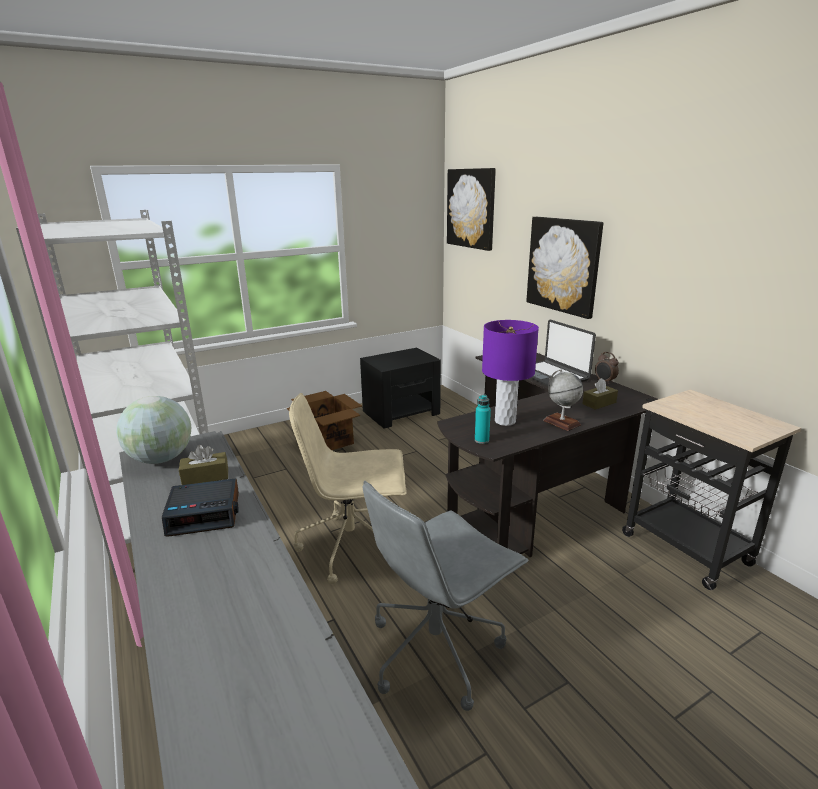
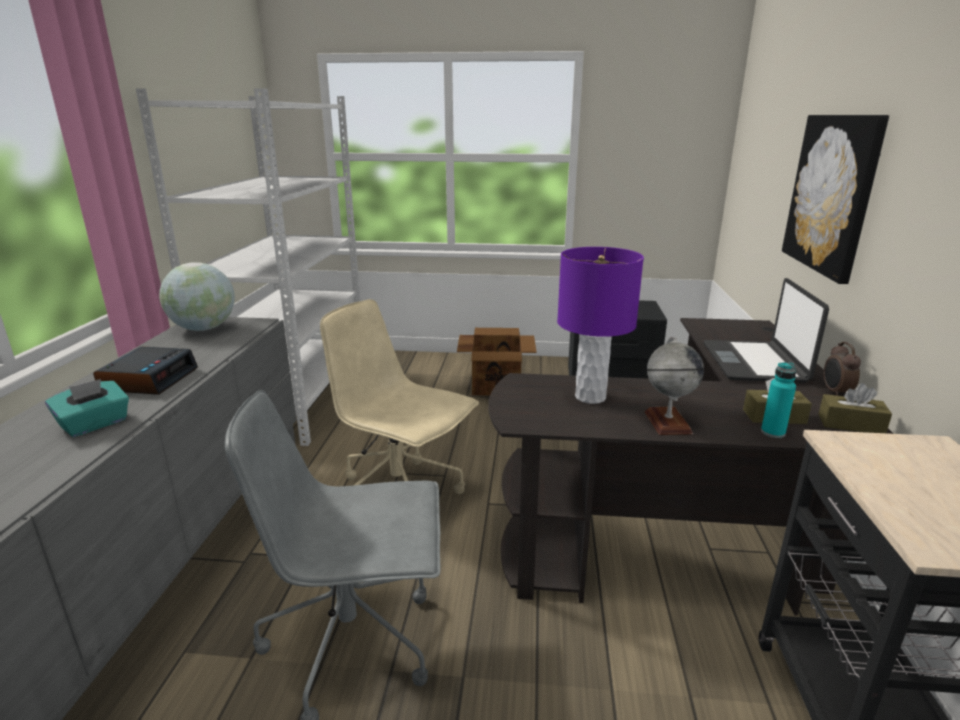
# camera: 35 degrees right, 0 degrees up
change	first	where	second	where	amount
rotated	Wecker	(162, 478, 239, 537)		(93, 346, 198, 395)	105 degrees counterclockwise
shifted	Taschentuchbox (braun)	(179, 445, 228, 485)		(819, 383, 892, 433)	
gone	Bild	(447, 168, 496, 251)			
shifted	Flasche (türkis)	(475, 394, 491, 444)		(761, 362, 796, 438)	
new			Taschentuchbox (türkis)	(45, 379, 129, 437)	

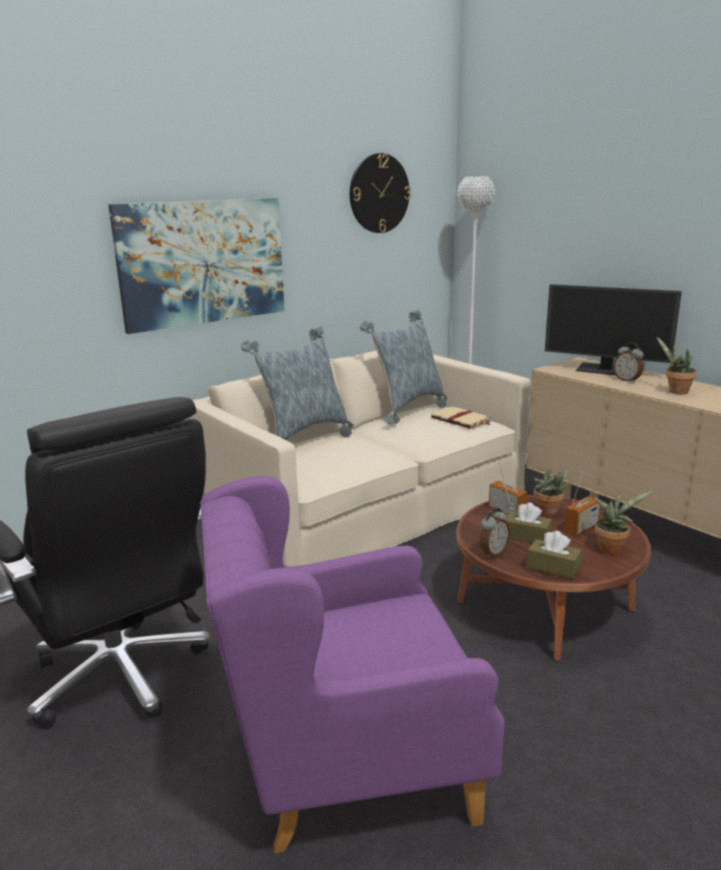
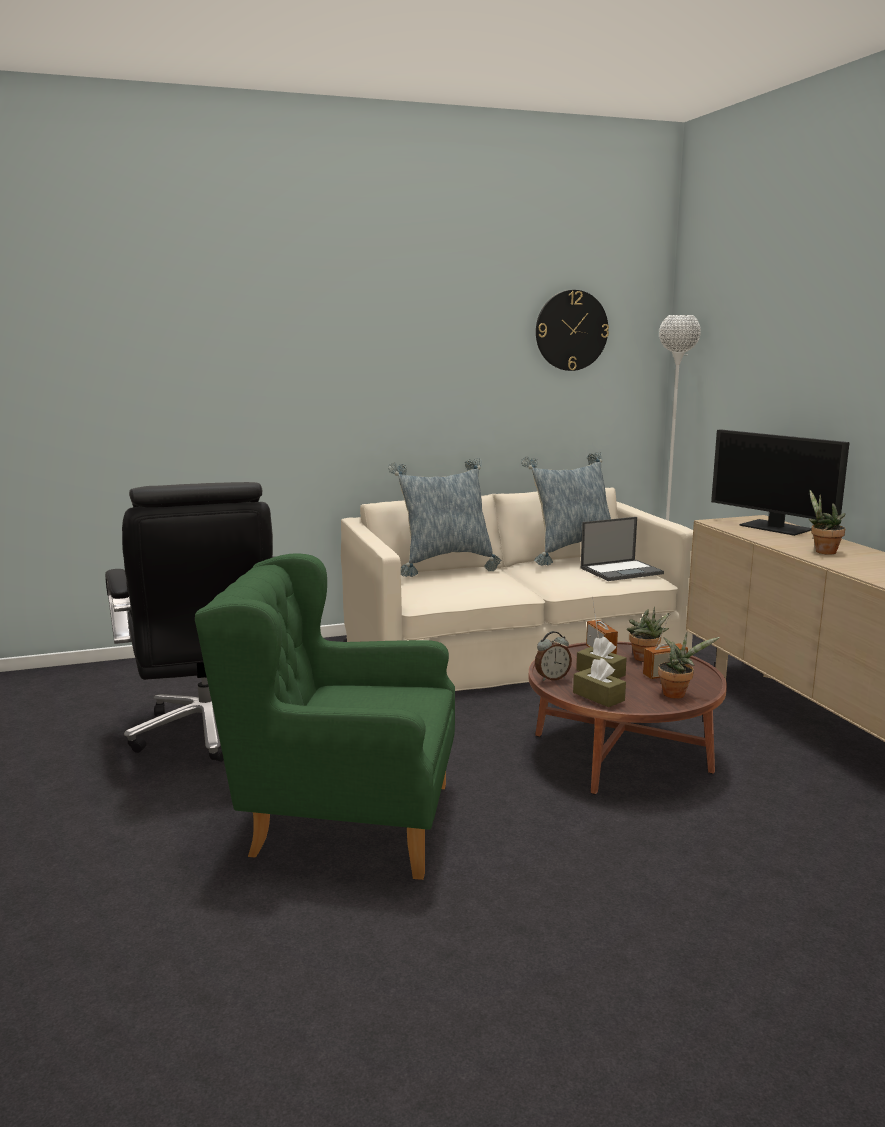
# camera: 20 degrees right, 5 degrees down
change	first	where	second	where	amount
gone	Bild	(108, 198, 285, 334)			
repainted	Sessel (lila)	(200, 476, 505, 854)	Sessel (grün)	(195, 553, 455, 880)	
swapped	Buch (beige)	(431, 406, 491, 429)	Laptop	(581, 517, 664, 581)	
gone	Wecker	(613, 342, 644, 383)			

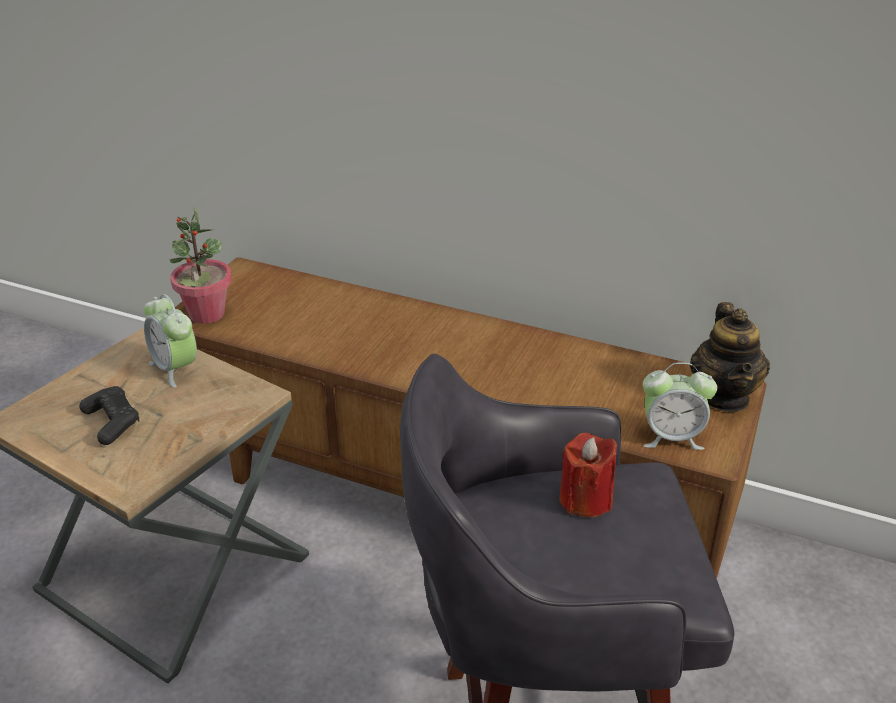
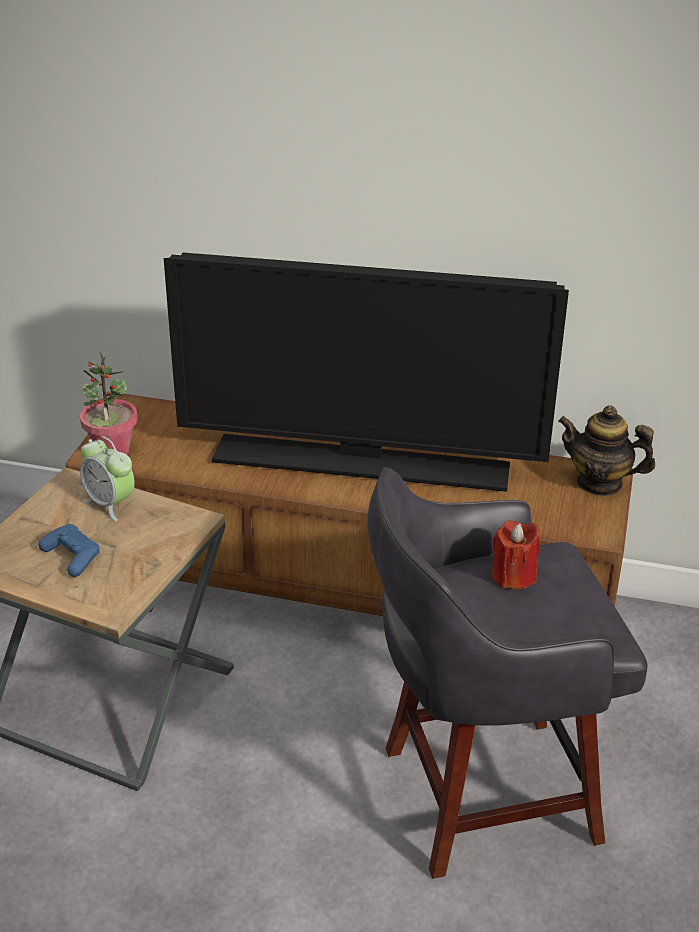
# camera: 10 degrees left, 0 degrees up
change	first	where	second	where	amount
repainted	Gamepad (schwarz)	(79, 386, 139, 445)	Gamepad (blau)	(38, 524, 100, 577)	
gone	Wecker	(643, 362, 717, 450)			
rotated	Teekanne	(690, 302, 770, 412)		(558, 405, 655, 496)	120 degrees clockwise
new			Fernseher	(164, 253, 569, 492)	

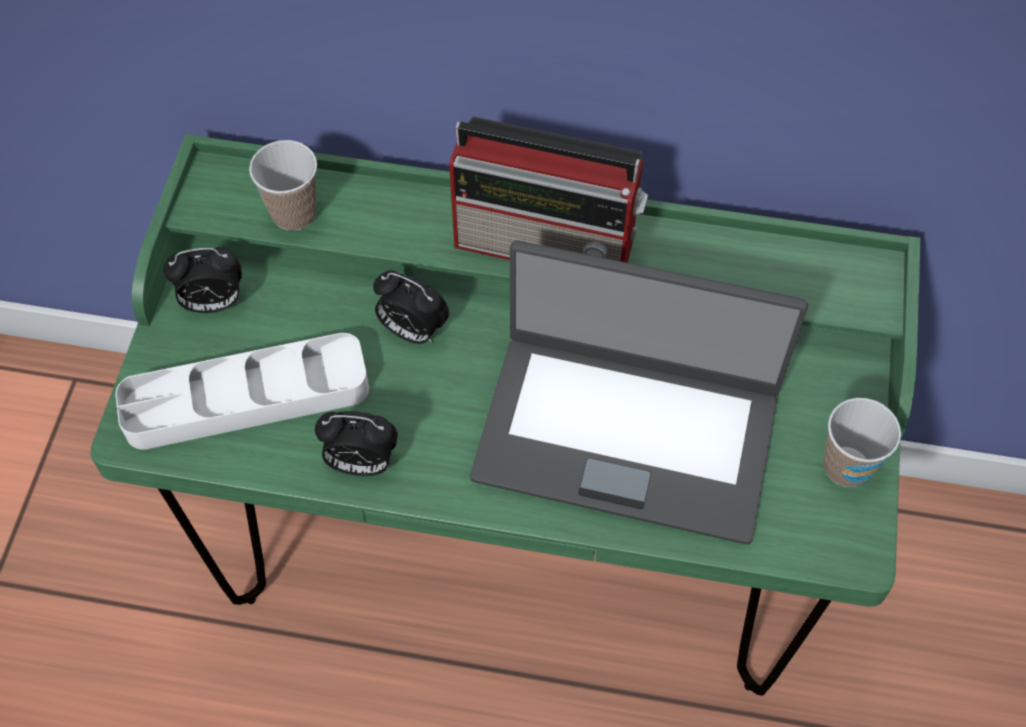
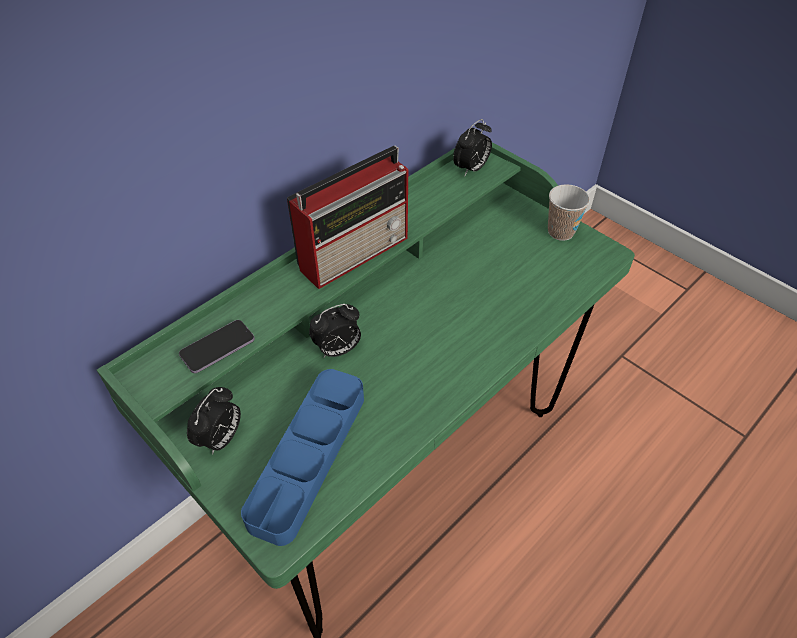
# camera: 55 degrees left, 10 degrees down
change	first	where	second	where	amount
repainted	Tablett (weiß)	(115, 333, 369, 450)	Tablett (blau)	(241, 369, 364, 546)	
swapped	Tasse	(249, 140, 317, 231)	Handy	(179, 320, 255, 373)	
shifted	Wecker	(315, 411, 398, 476)		(453, 119, 492, 175)	
gone	Laptop	(470, 240, 808, 544)			

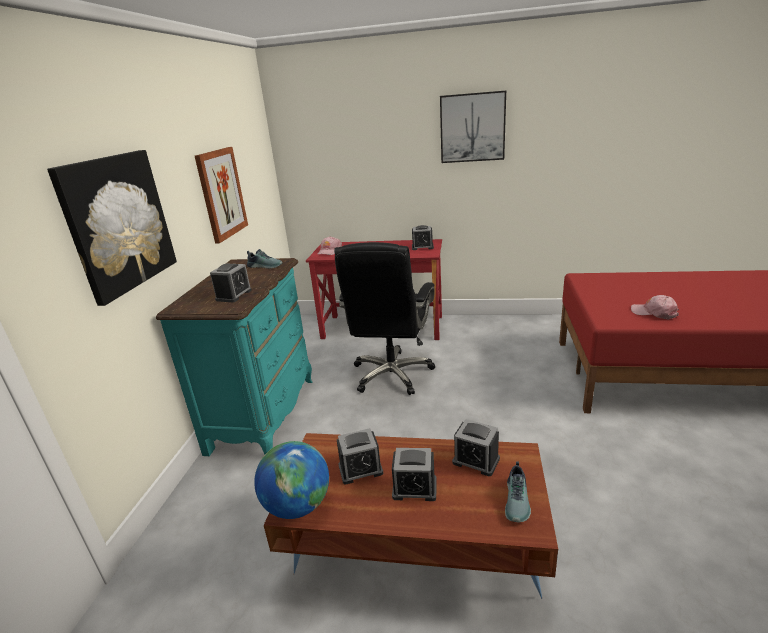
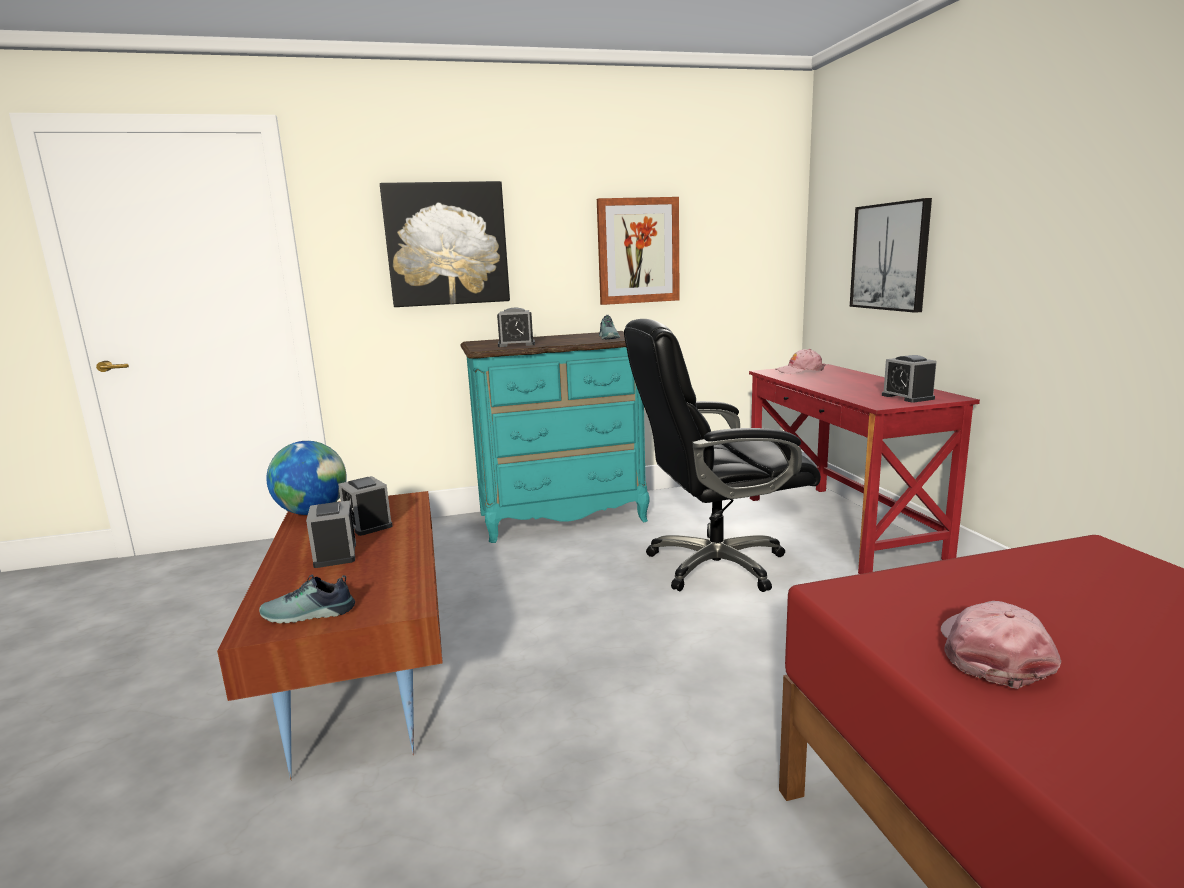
# camera: 65 degrees right, 10 degrees down
change	first	where	second	where	amount
shifted	Bild	(440, 91, 506, 163)		(850, 198, 932, 313)	
gone	Wecker	(452, 419, 500, 476)			

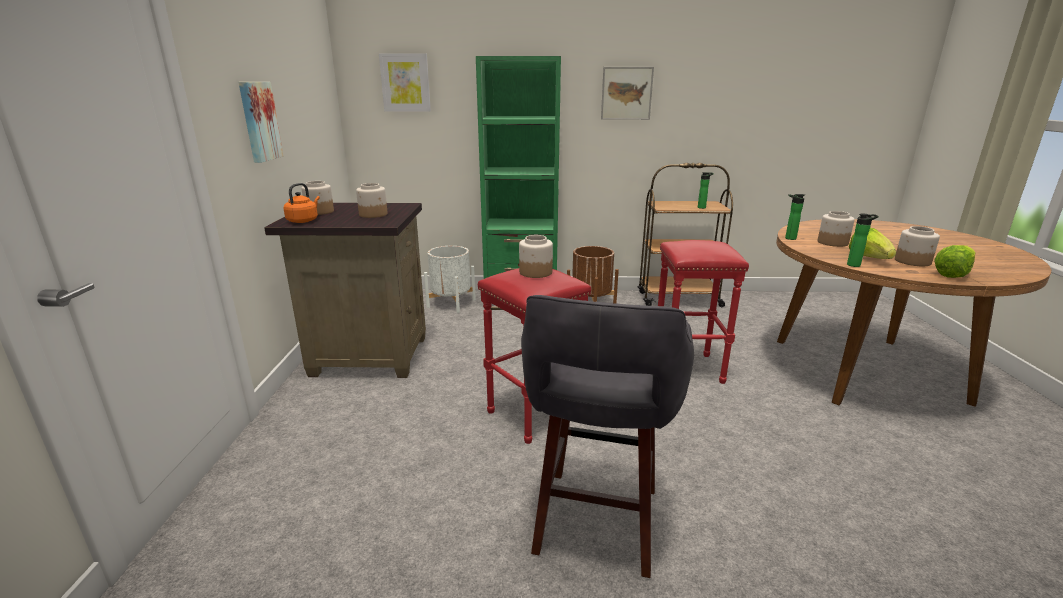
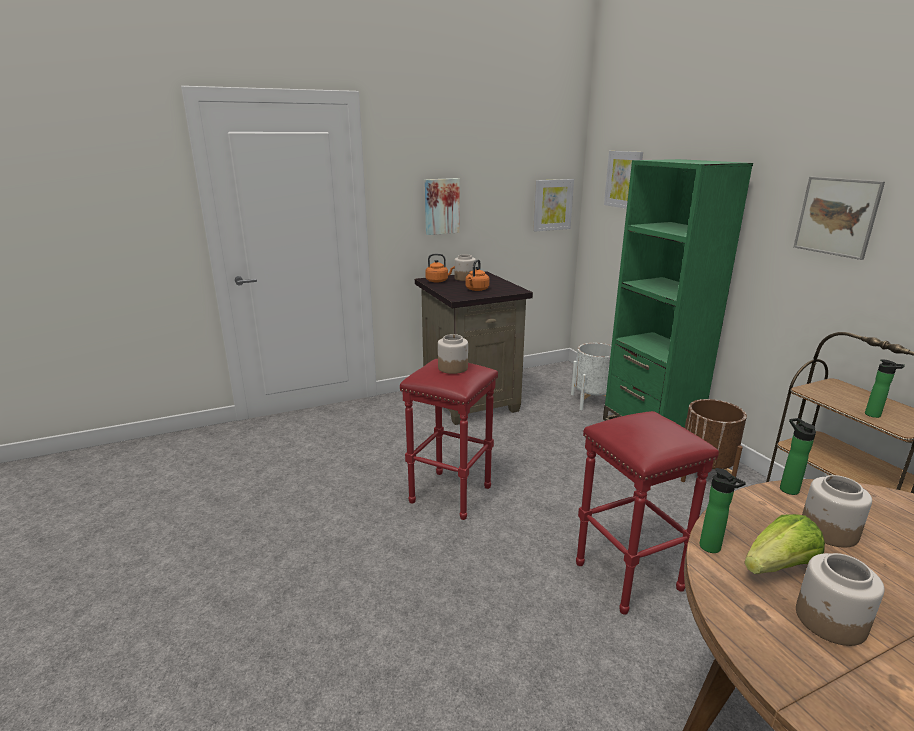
# camera: 65 degrees right, 0 degrees up
change	first	where	second	where	amount
swapped	Vorratsglas	(356, 183, 388, 218)	Wasserkessel (orange)	(466, 260, 489, 291)	
gone	Hocker (grau)	(521, 295, 694, 578)			
gone	Salatkopf	(934, 245, 976, 278)			
new			Bild	(533, 179, 574, 231)	

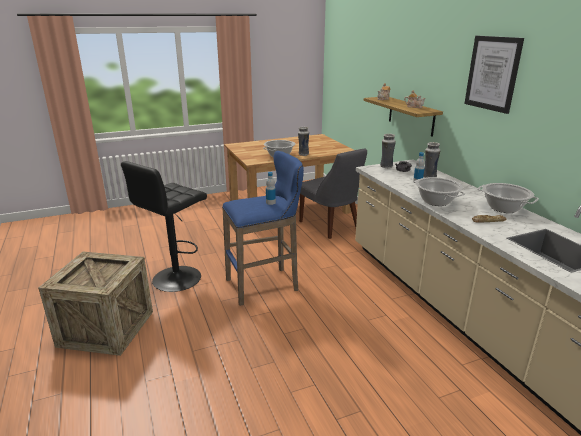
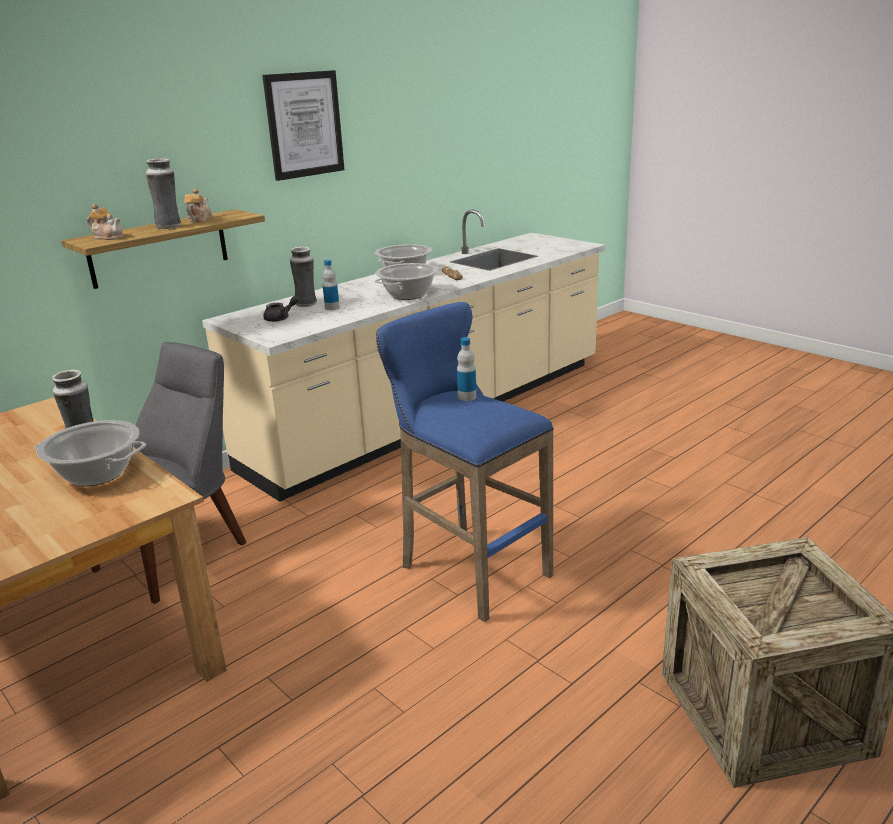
# camera: 110 degrees left, 0 degrees up
change	first	where	second	where	amount
gone	Hocker (schwarz)	(121, 161, 207, 292)			
shifted	Vase	(380, 134, 396, 168)		(146, 158, 181, 229)	

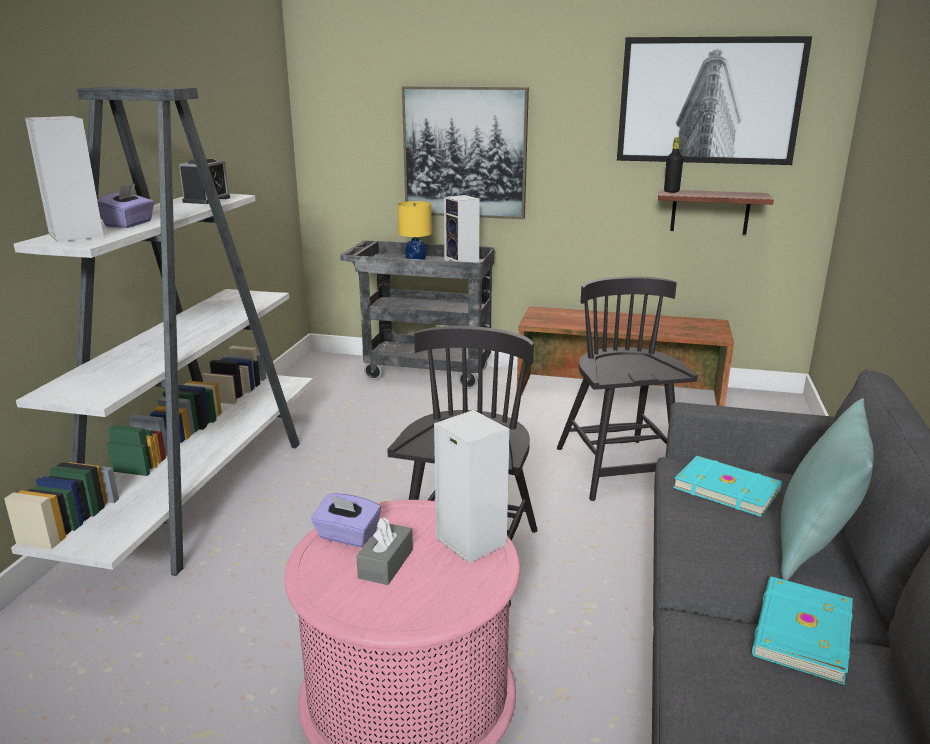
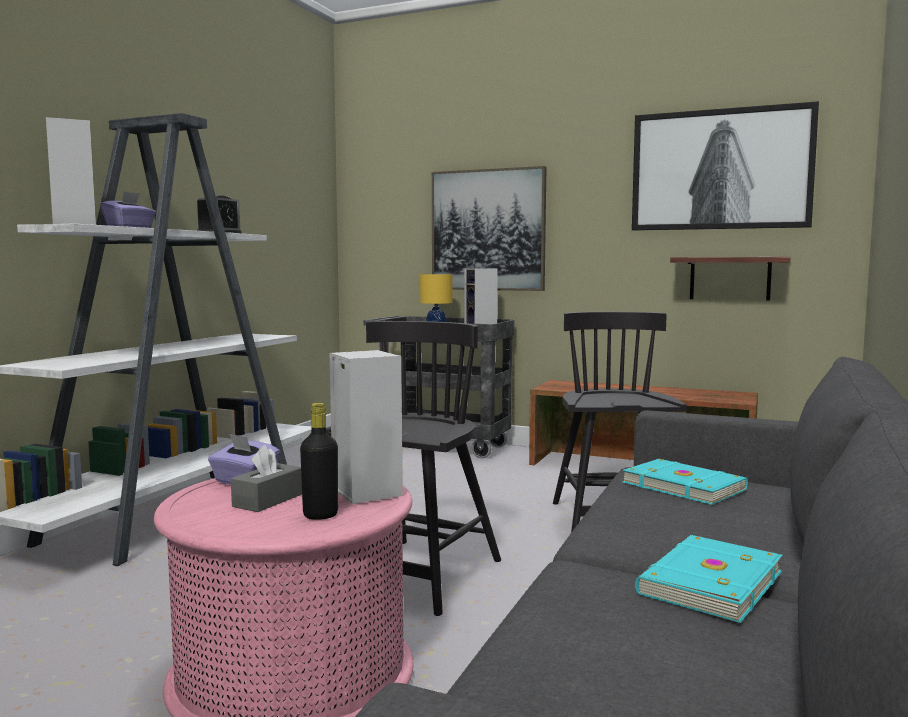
# camera: 10 degrees right, 15 degrees down
change	first	where	second	where	amount
shifted	Flasche (schwarz)	(664, 137, 683, 193)		(300, 403, 338, 520)	
gone	Kissen (türkis)	(781, 398, 874, 580)			

